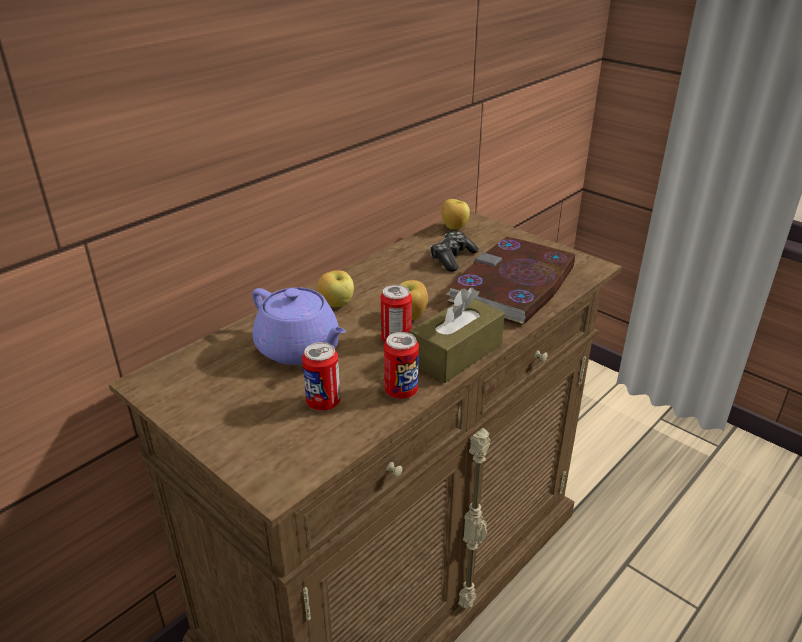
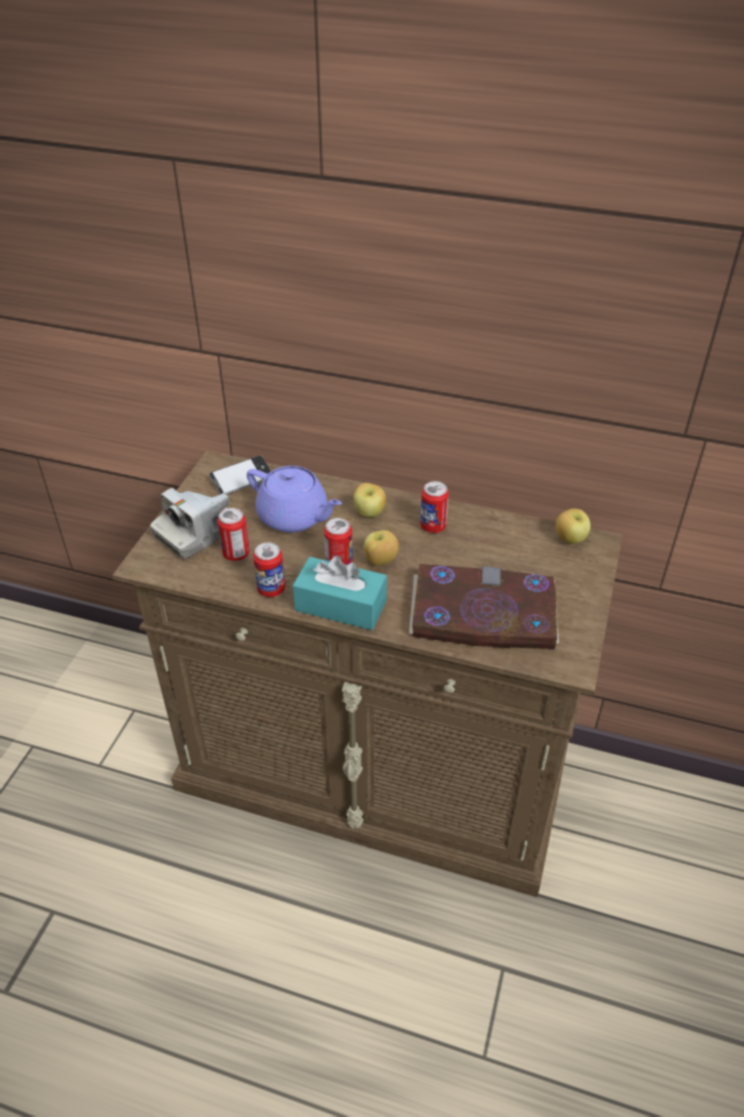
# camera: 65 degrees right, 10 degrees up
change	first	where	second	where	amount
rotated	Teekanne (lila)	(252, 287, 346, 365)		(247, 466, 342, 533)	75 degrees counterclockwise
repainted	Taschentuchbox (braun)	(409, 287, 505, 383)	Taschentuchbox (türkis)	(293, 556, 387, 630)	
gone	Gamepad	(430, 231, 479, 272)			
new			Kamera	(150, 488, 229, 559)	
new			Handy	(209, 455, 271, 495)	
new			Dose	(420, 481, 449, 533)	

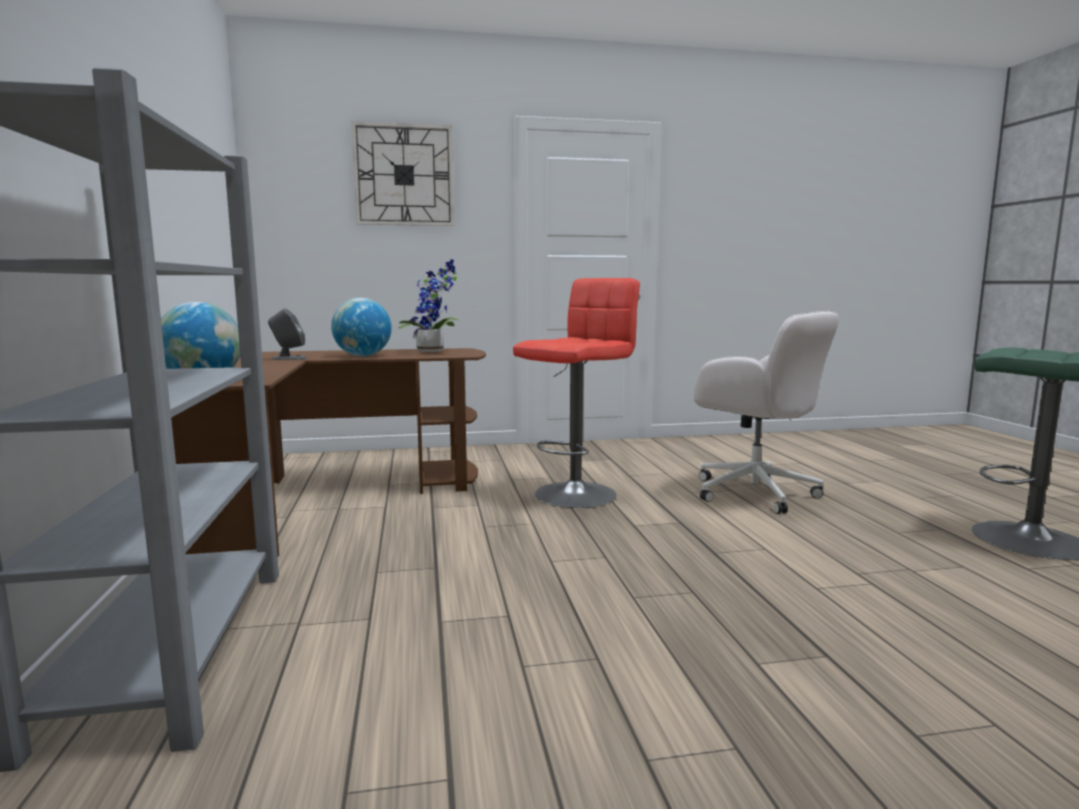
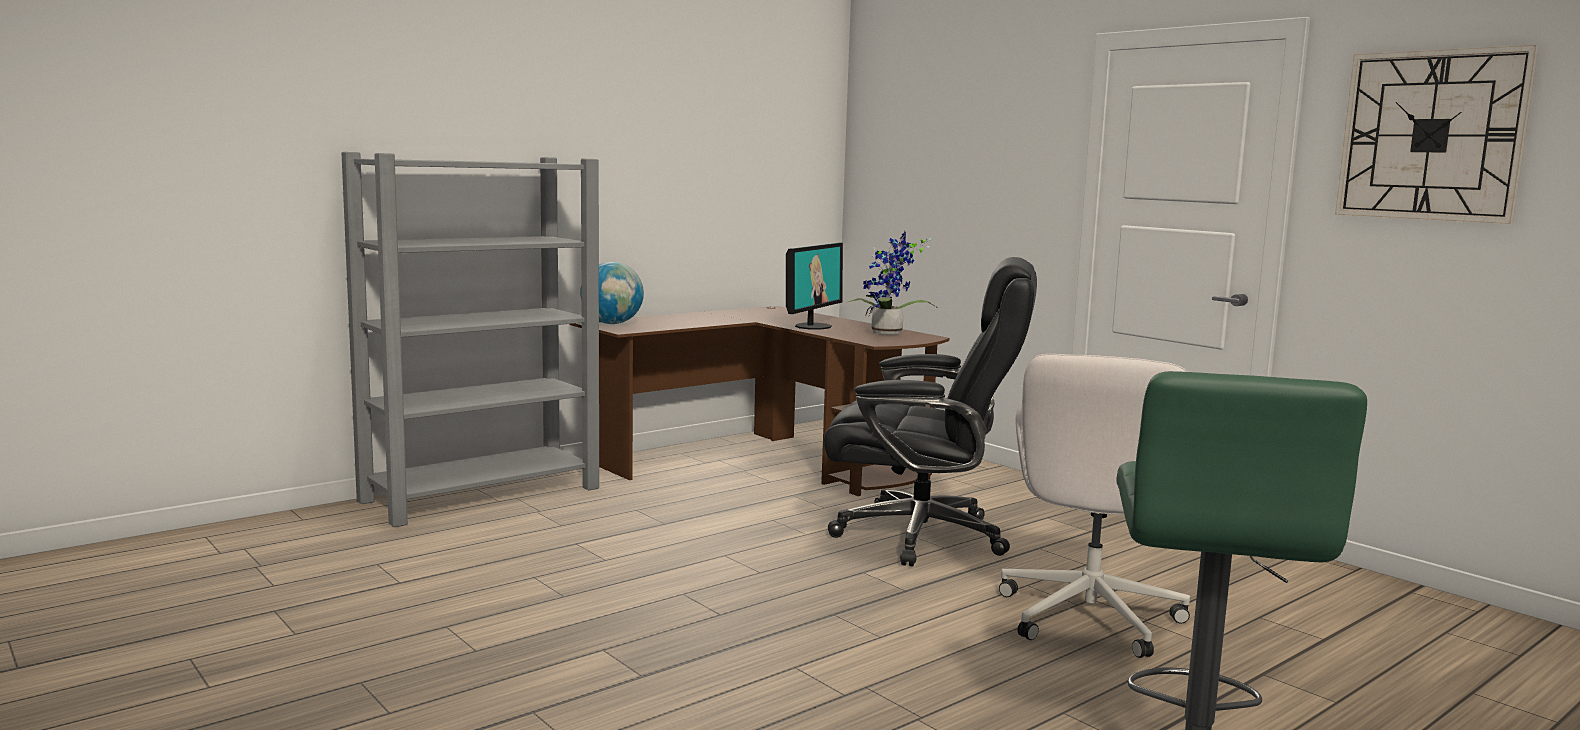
# camera: 60 degrees right, 0 degrees up
change	first	where	second	where	amount
gone	Lautsprecher (grau)	(268, 308, 307, 360)			
swapped	Globus	(331, 298, 392, 356)	Monitor	(786, 243, 843, 330)	
shifted	Wanduhr	(352, 121, 454, 226)		(1335, 45, 1539, 224)	
swapped	Hocker (rot)	(513, 278, 640, 508)	Bürostuhl (schwarz)	(824, 257, 1037, 566)	

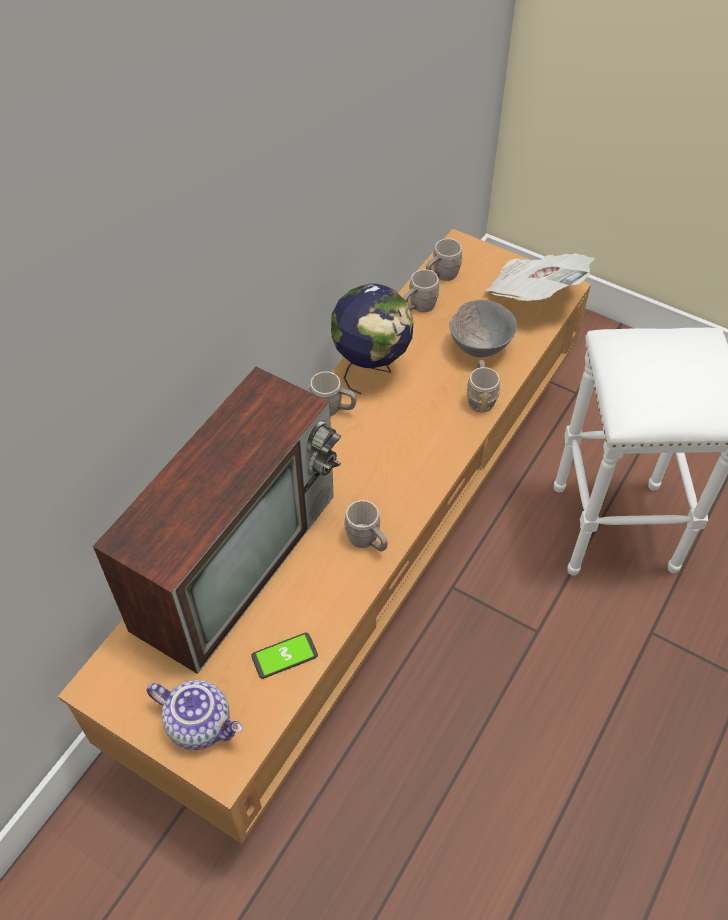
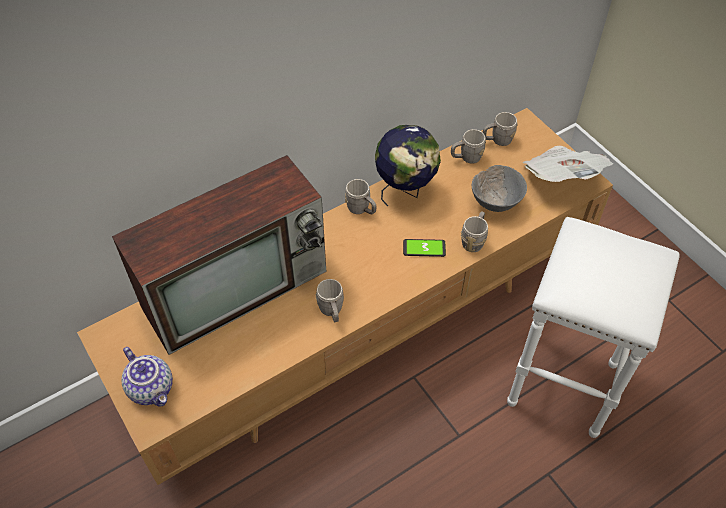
# camera: 25 degrees right, 0 degrees up
change	first	where	second	where	amount
shifted	Handy	(251, 633, 318, 679)		(403, 239, 446, 257)	

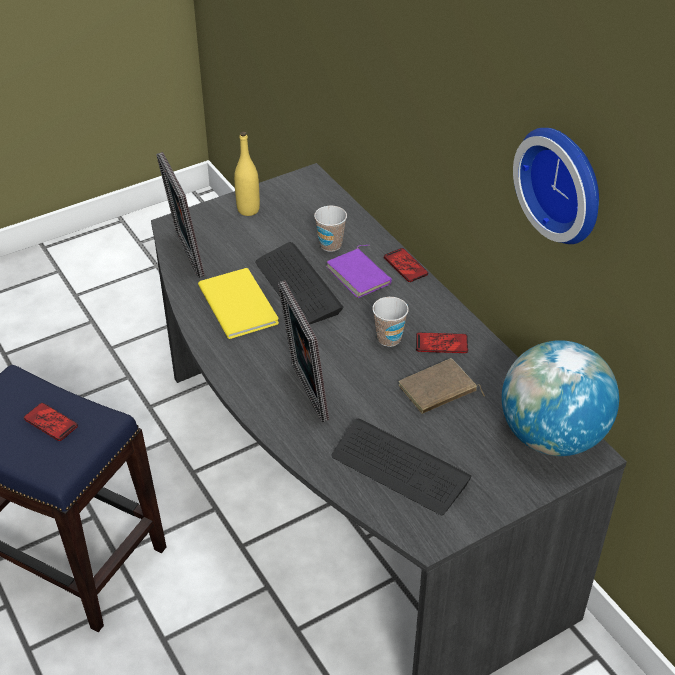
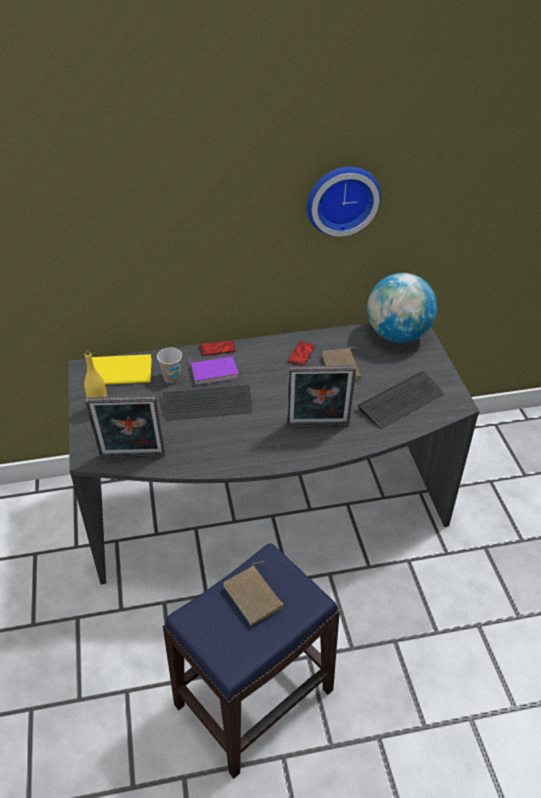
# camera: 70 degrees left, 0 degrees up
change	first	where	second	where	amount
swapped	Handy	(24, 403, 78, 441)	Buch (braun)	(223, 561, 284, 626)	
shifted	Buch (gelb)	(198, 268, 279, 339)		(92, 354, 152, 385)	
gone	Tasse	(372, 297, 409, 347)			

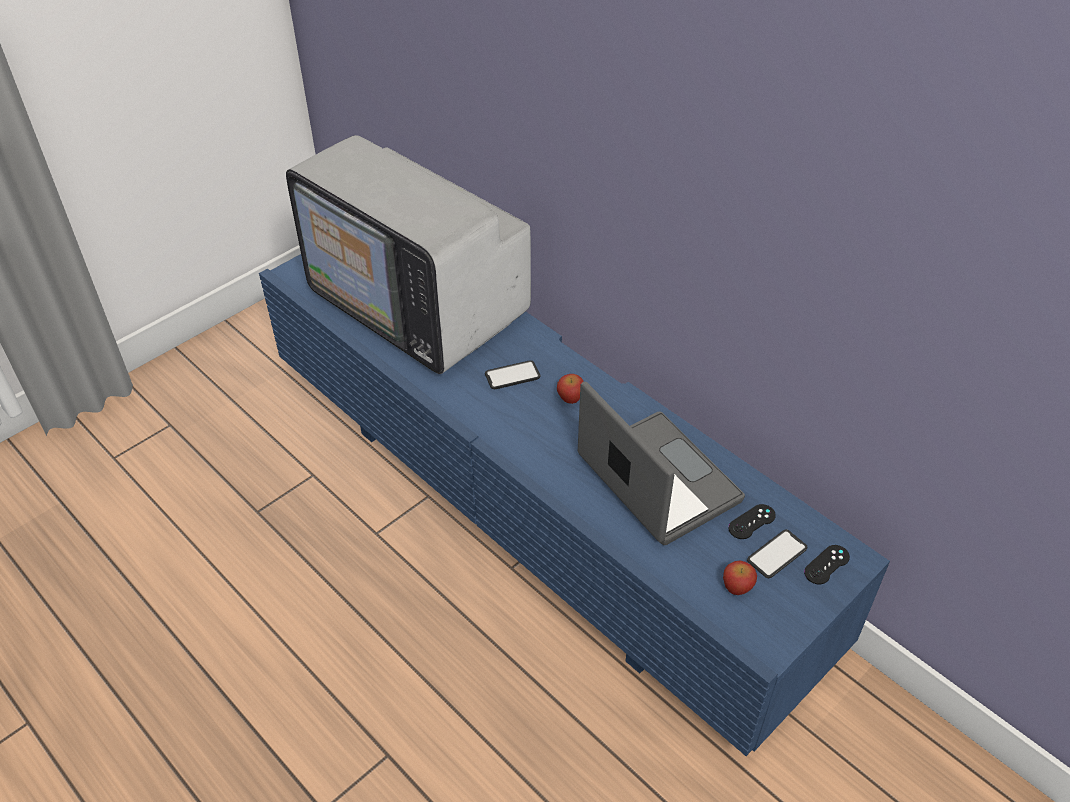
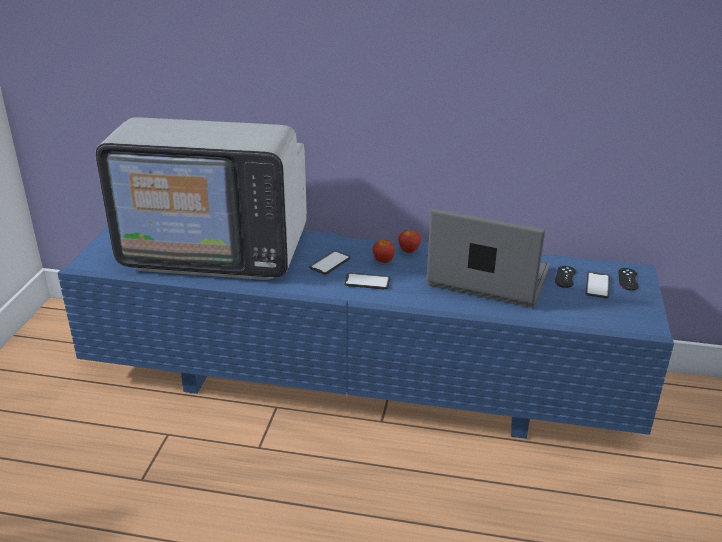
# camera: 35 degrees left, 15 degrees down
change	first	where	second	where	amount
shifted	Apfel	(723, 561, 757, 595)		(398, 230, 421, 253)	
new			Handy	(344, 273, 391, 289)	

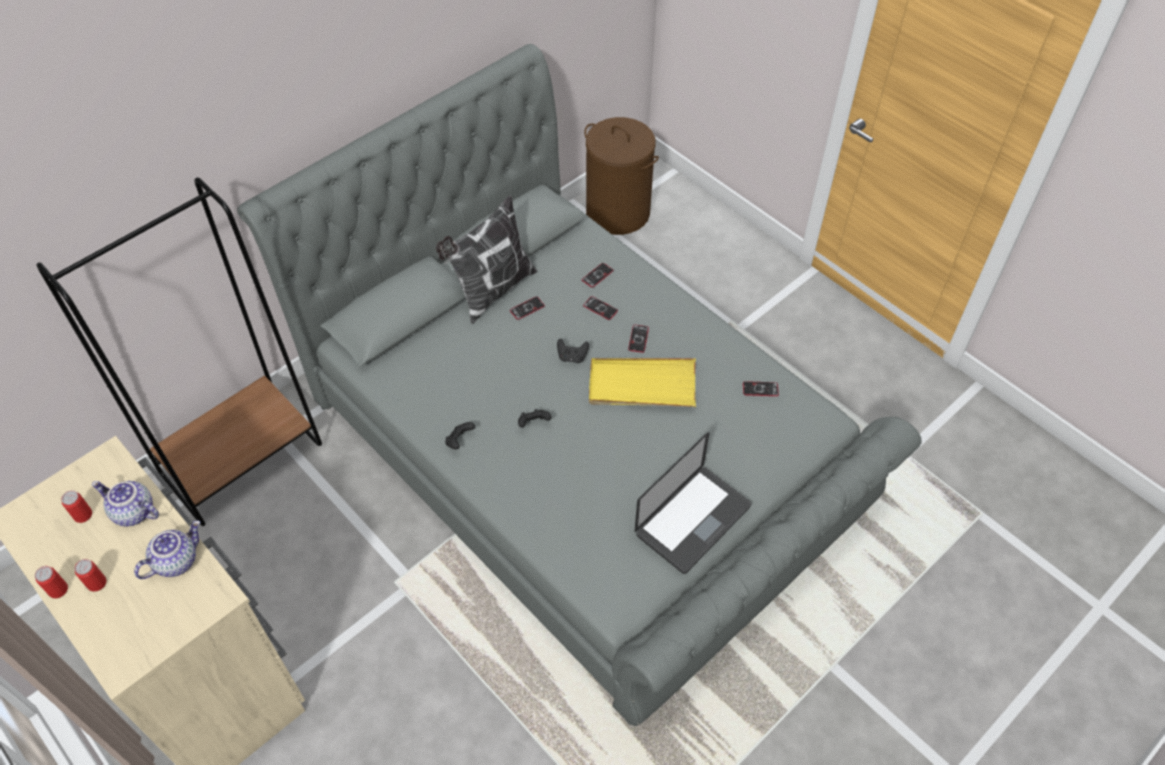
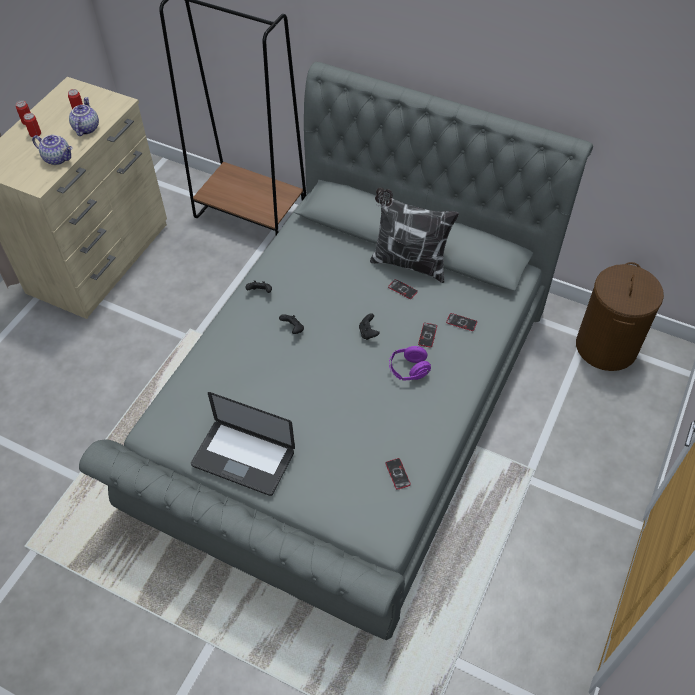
# camera: 70 degrees right, 0 degrees up
change	first	where	second	where	amount
gone	Tablett (gelb)	(589, 358, 696, 407)			
swapped	Handy	(628, 325, 649, 353)	Kopfhörer (lila)	(389, 346, 431, 380)	

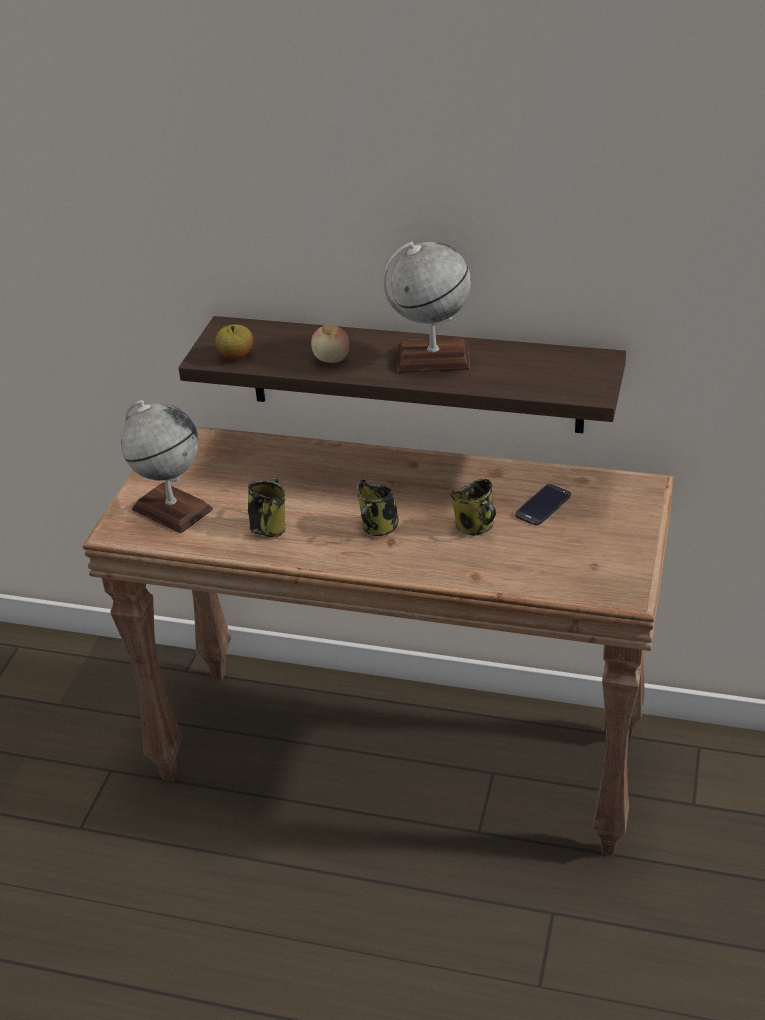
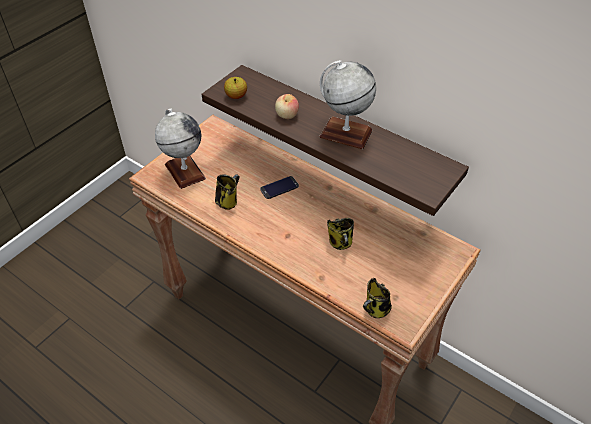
# camera: 20 degrees right, 10 degrees up
change	first	where	second	where	amount
shifted	Henkelbecher	(356, 480, 399, 536)		(363, 278, 392, 318)	
shifted	Handy	(515, 484, 571, 526)		(260, 176, 299, 199)	

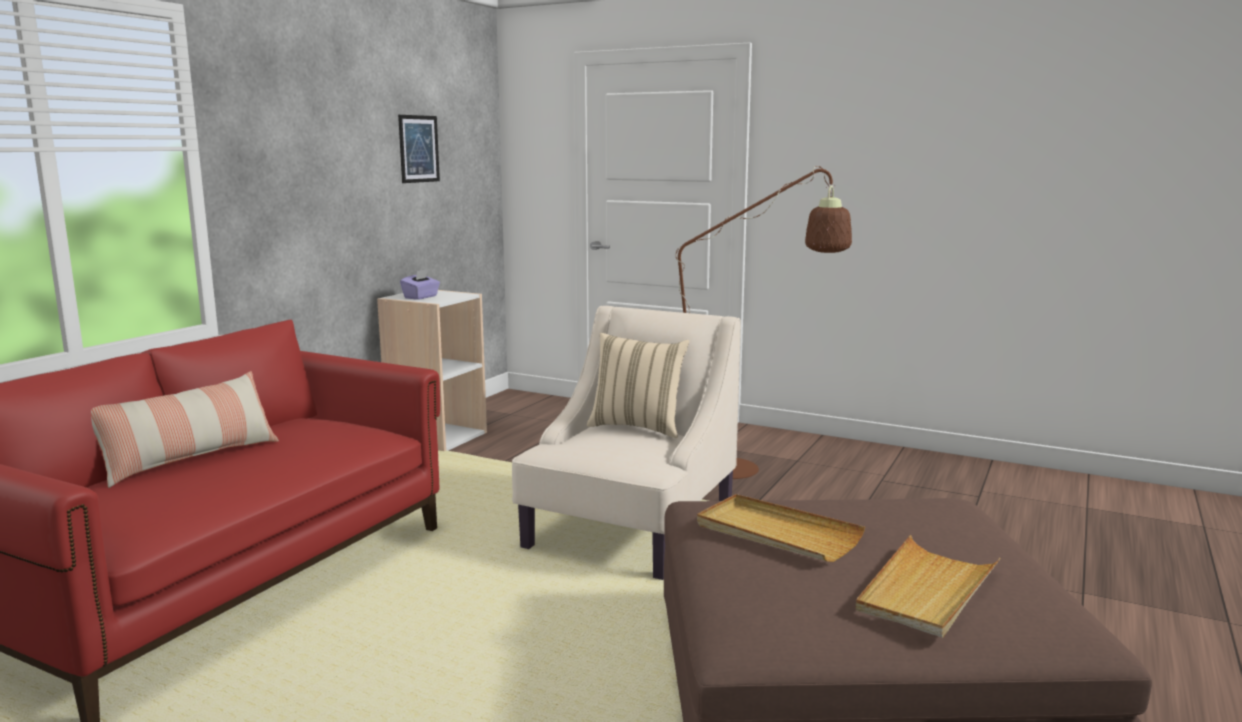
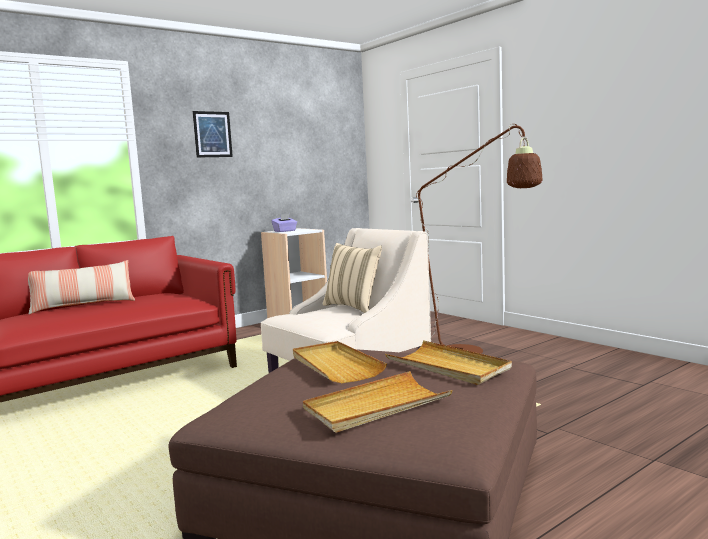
# camera: 25 degrees right, 5 degrees down
change	first	where	second	where	amount
shifted	Bild	(398, 115, 440, 183)		(193, 111, 233, 158)	
new			Tablett (beige)	(385, 340, 512, 385)	

